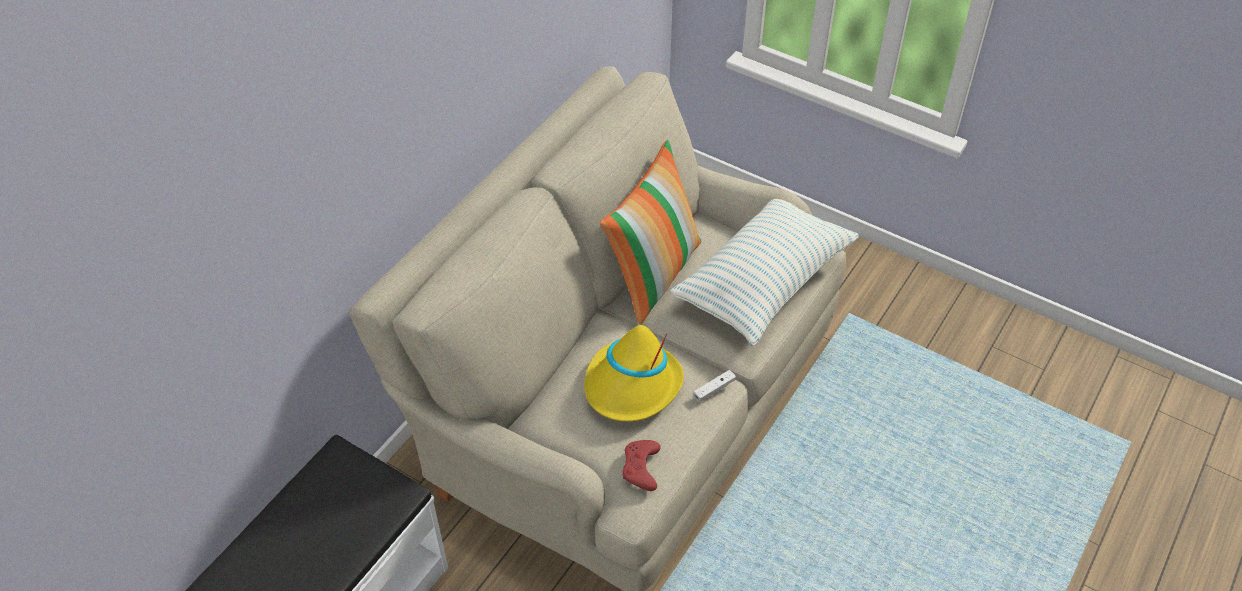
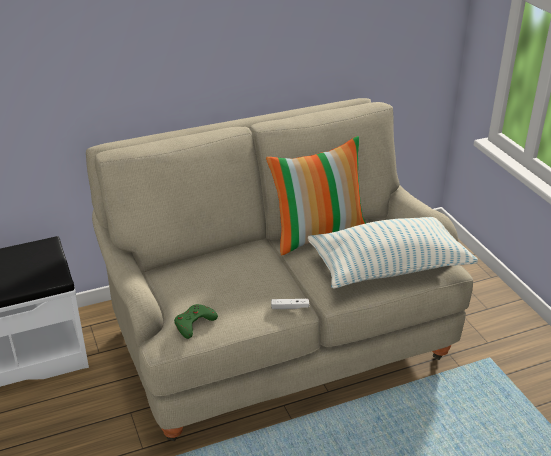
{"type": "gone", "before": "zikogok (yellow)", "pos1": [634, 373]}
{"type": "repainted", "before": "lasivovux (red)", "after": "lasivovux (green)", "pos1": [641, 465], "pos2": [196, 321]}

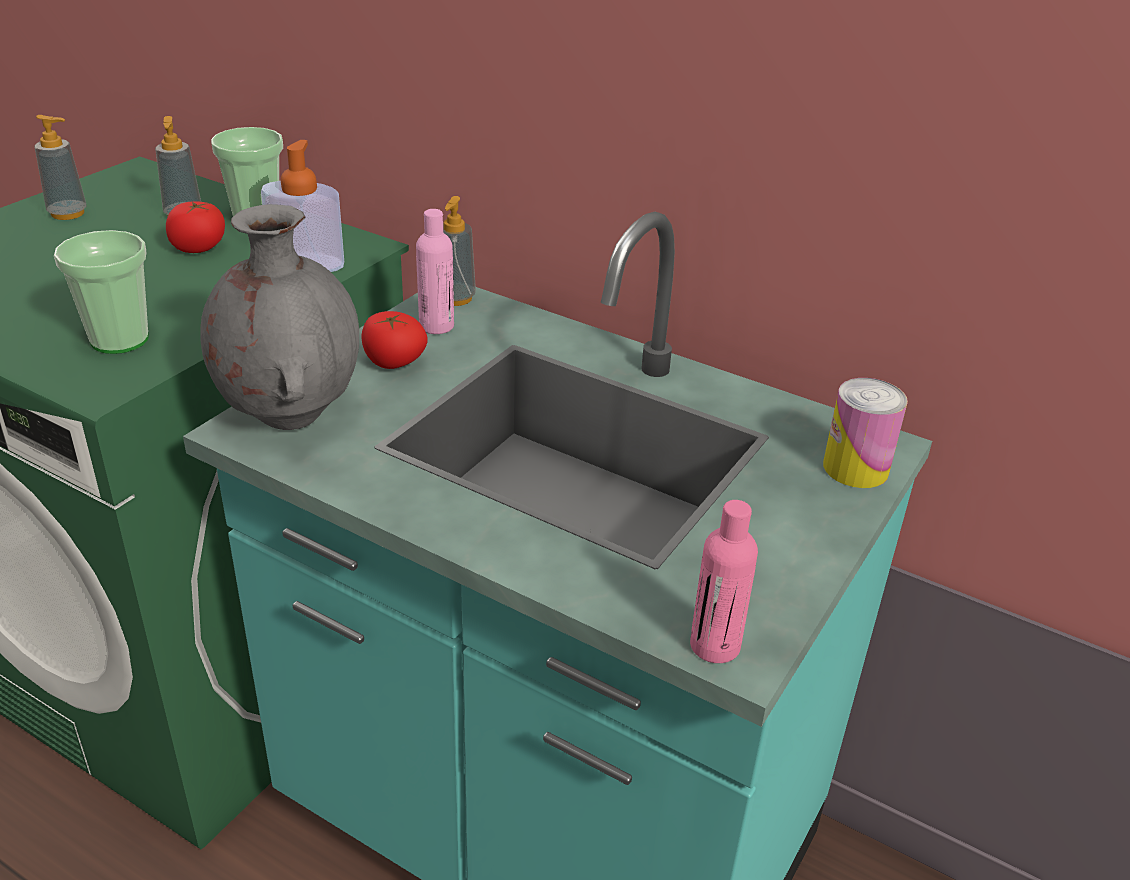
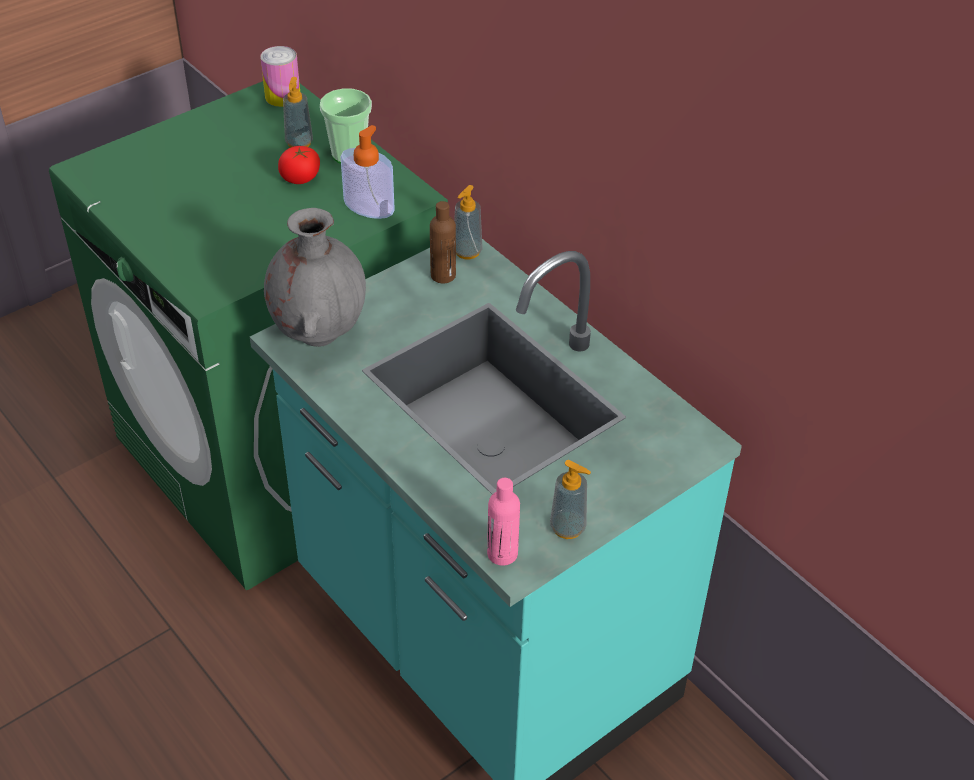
{"type": "gone", "before": "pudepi", "pos1": [101, 292]}
{"type": "gone", "before": "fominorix", "pos1": [394, 340]}
{"type": "shifted", "before": "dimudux", "pos1": [60, 167], "pos2": [570, 499]}
{"type": "shifted", "before": "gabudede", "pos1": [865, 433], "pos2": [280, 76]}
{"type": "repainted", "before": "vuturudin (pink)", "after": "vuturudin (brown)", "pos1": [435, 271], "pos2": [443, 242]}

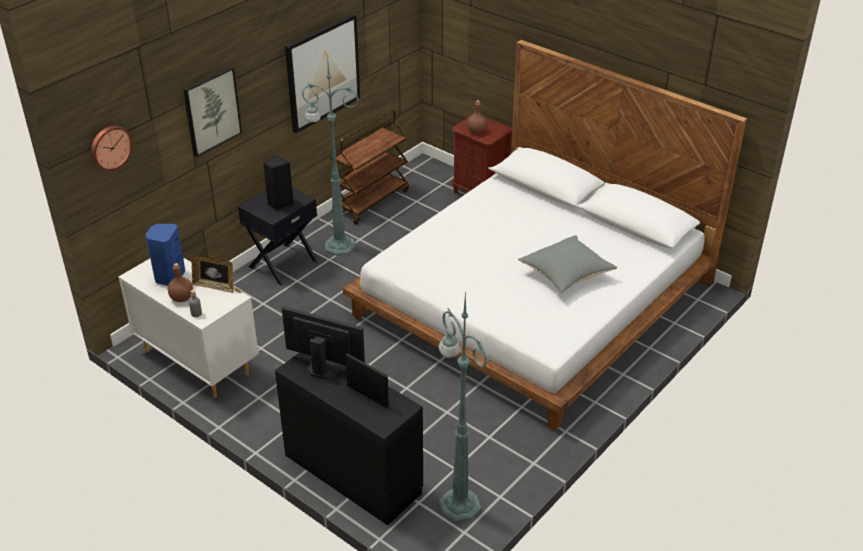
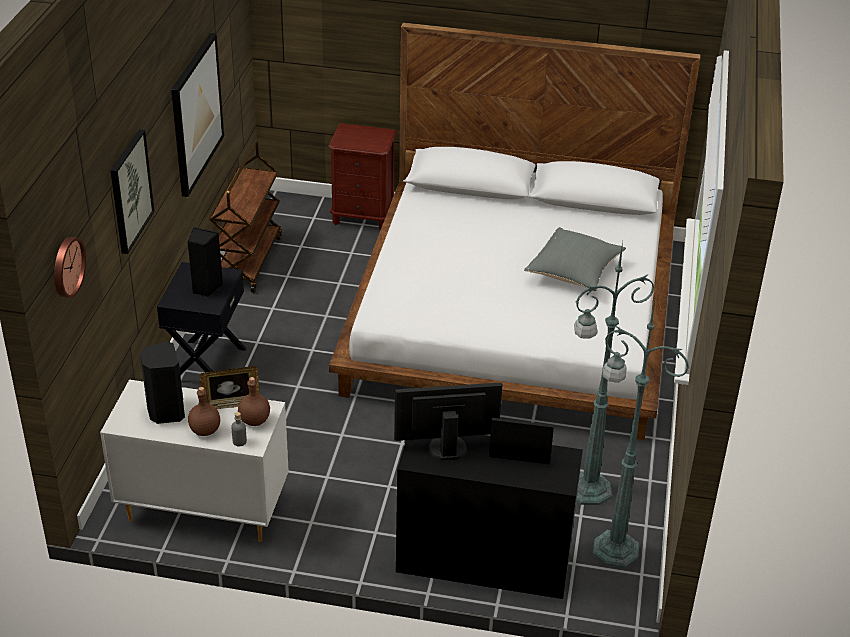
{"type": "shifted", "before": "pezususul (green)", "pos1": [330, 155], "pos2": [614, 373]}
{"type": "shifted", "before": "vuturudin (brown)", "pos1": [477, 117], "pos2": [254, 401]}
{"type": "repainted", "before": "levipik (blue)", "after": "levipik (black)", "pos1": [165, 255], "pos2": [162, 382]}

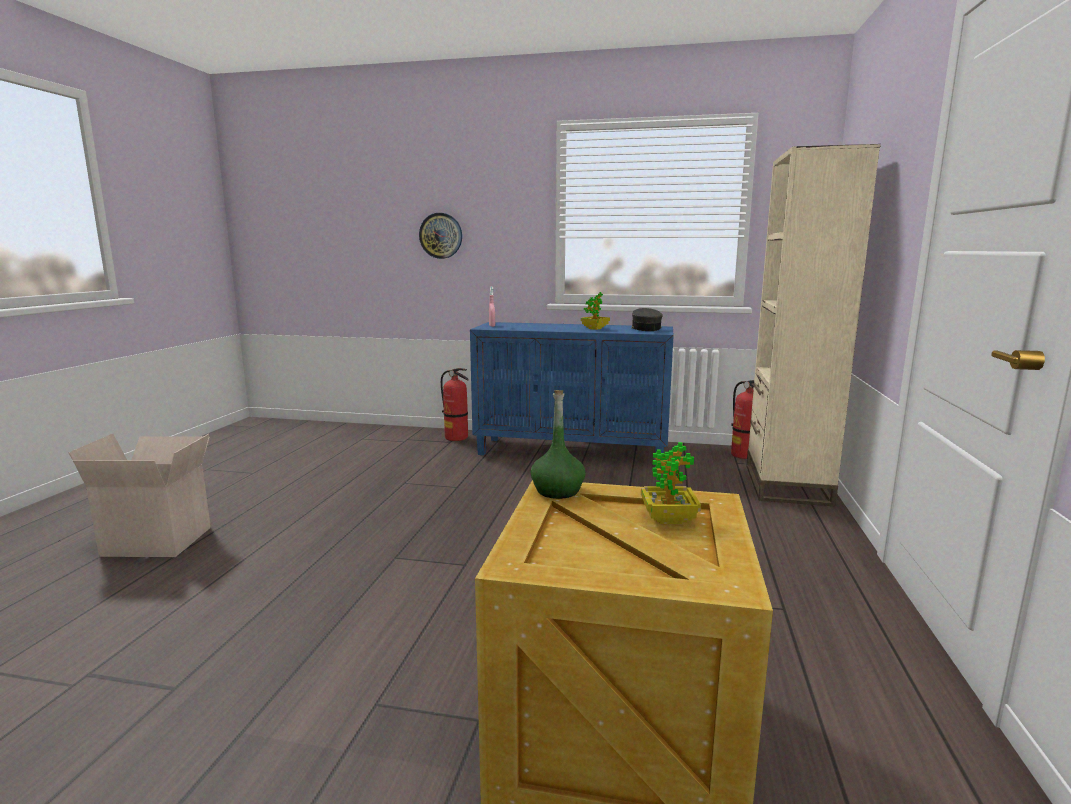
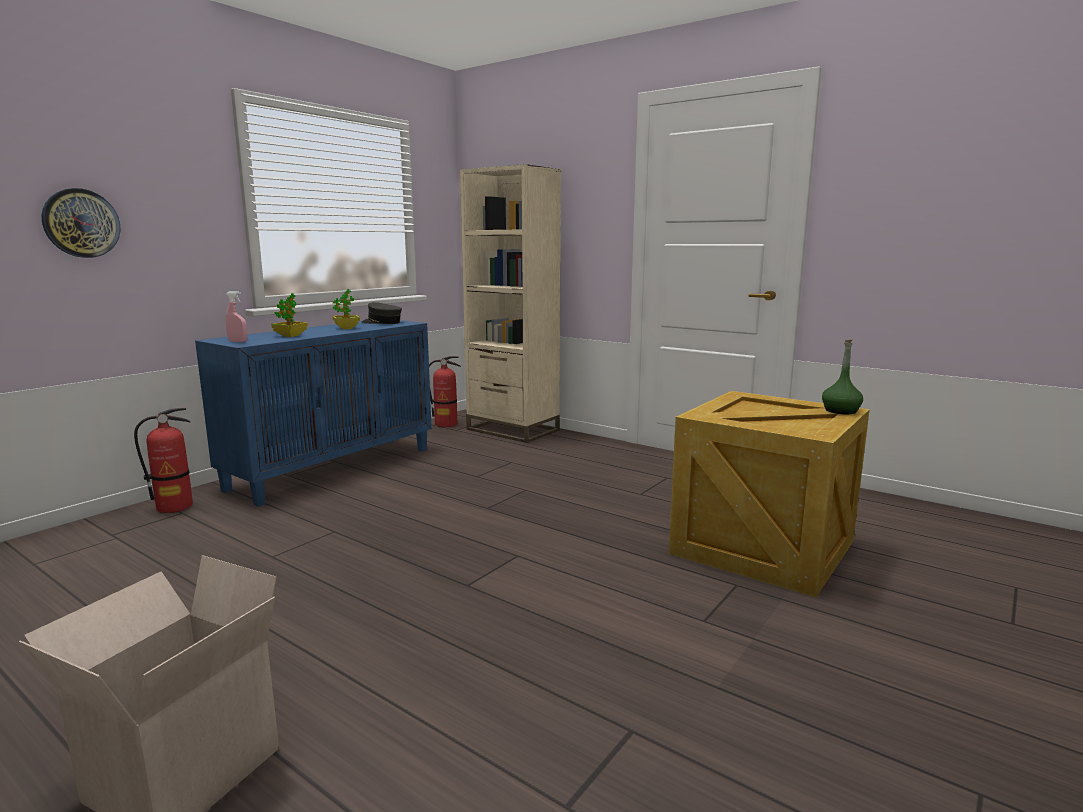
{"type": "shifted", "before": "vuturudin (green)", "pos1": [558, 444], "pos2": [842, 376]}
{"type": "shifted", "before": "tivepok", "pos1": [671, 483], "pos2": [289, 315]}

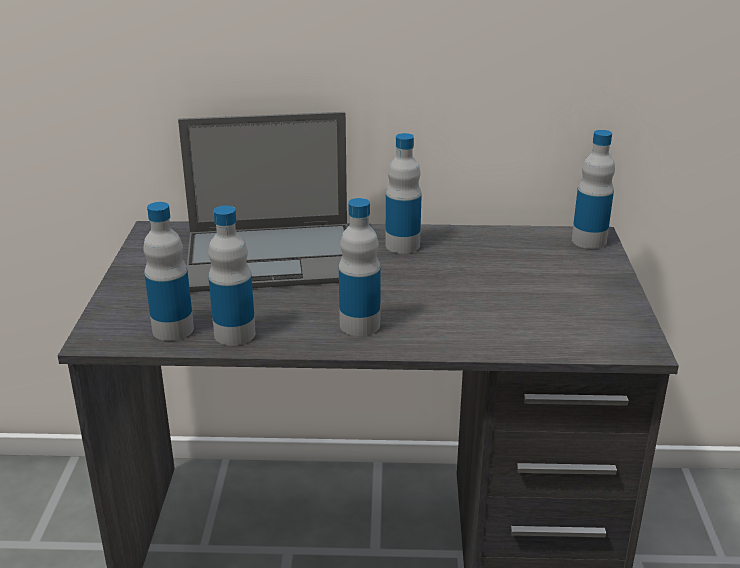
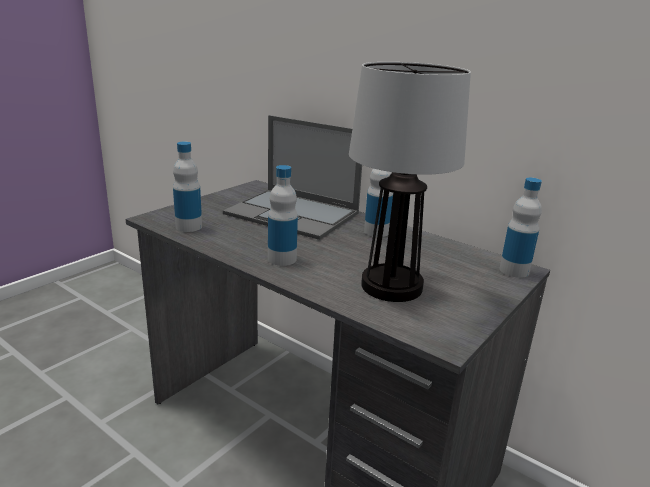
{"type": "gone", "before": "vuturudin", "pos1": [232, 276]}
{"type": "new", "after": "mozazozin", "pos2": [410, 182]}

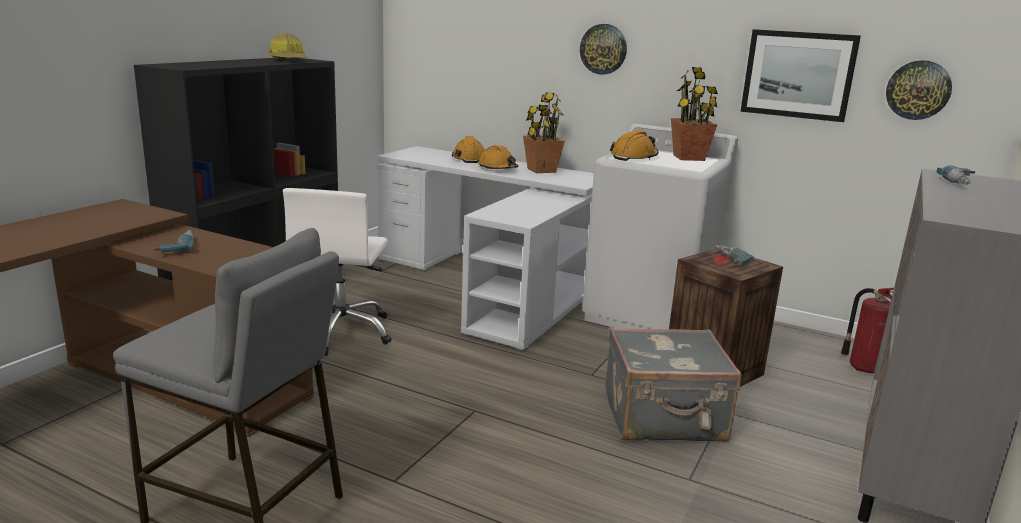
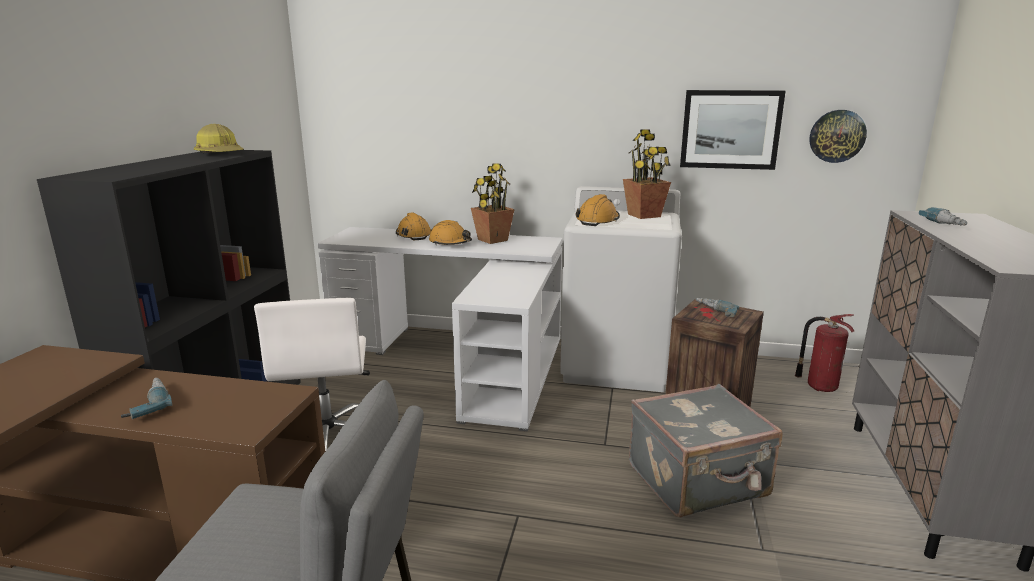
{"type": "gone", "before": "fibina", "pos1": [603, 49]}

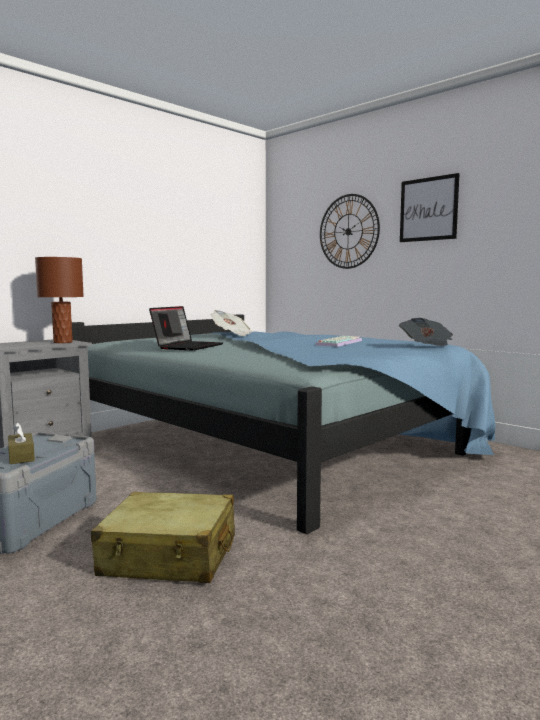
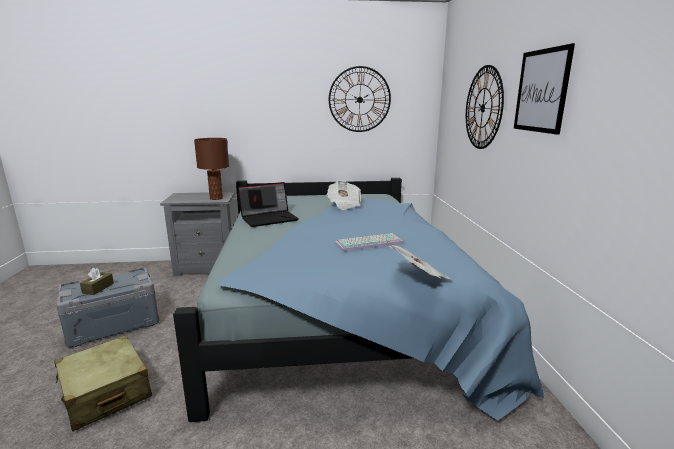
{"type": "new", "after": "fibina", "pos2": [360, 99]}

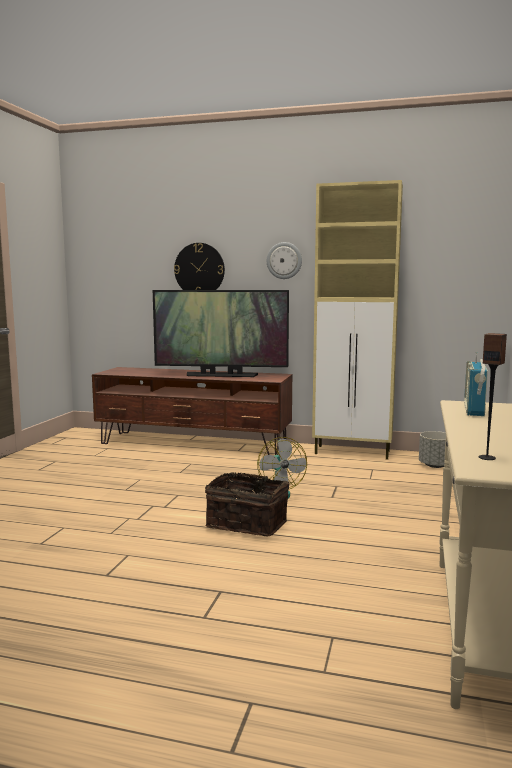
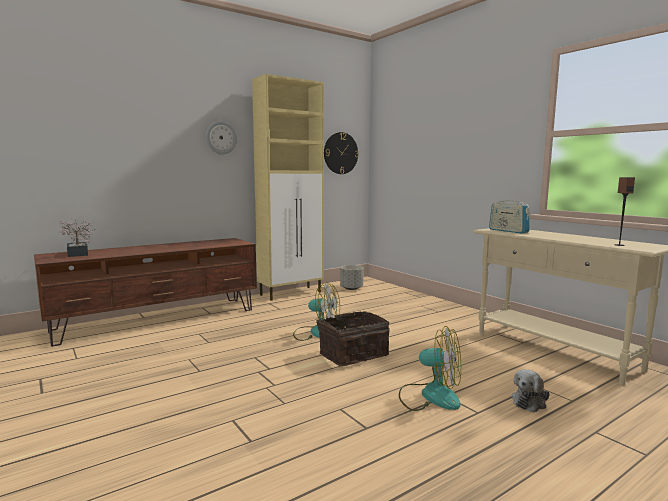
{"type": "gone", "before": "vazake", "pos1": [221, 333]}
{"type": "new", "after": "tivepok", "pos2": [77, 237]}
{"type": "new", "after": "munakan", "pos2": [430, 368]}
{"type": "new", "after": "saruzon", "pos2": [530, 390]}
{"type": "shifted", "before": "fibina", "pos1": [199, 266], "pos2": [341, 153]}

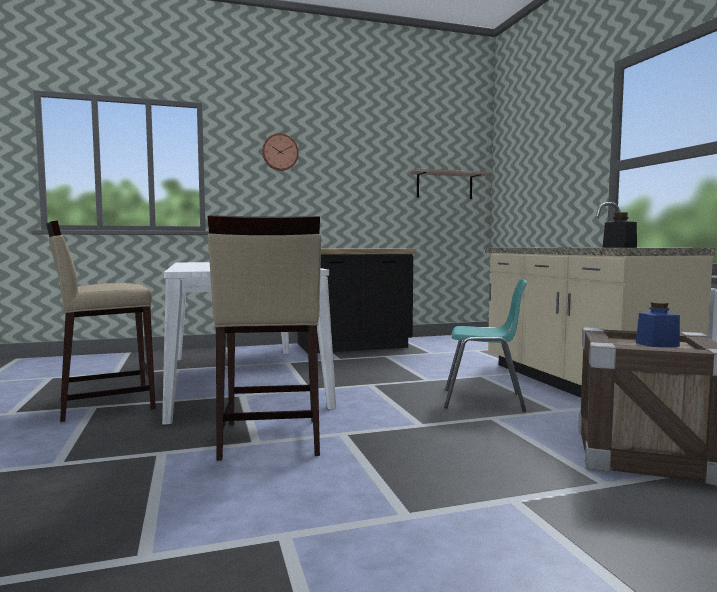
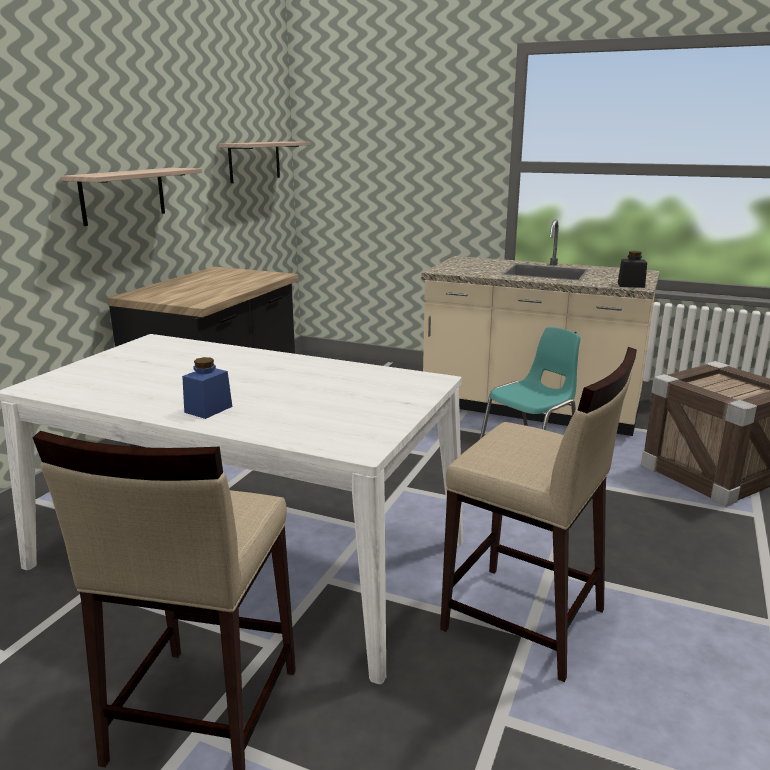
{"type": "gone", "before": "fibina", "pos1": [280, 152]}
{"type": "new", "after": "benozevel", "pos2": [131, 197]}
{"type": "shifted", "before": "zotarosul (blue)", "pos1": [658, 324], "pos2": [207, 388]}

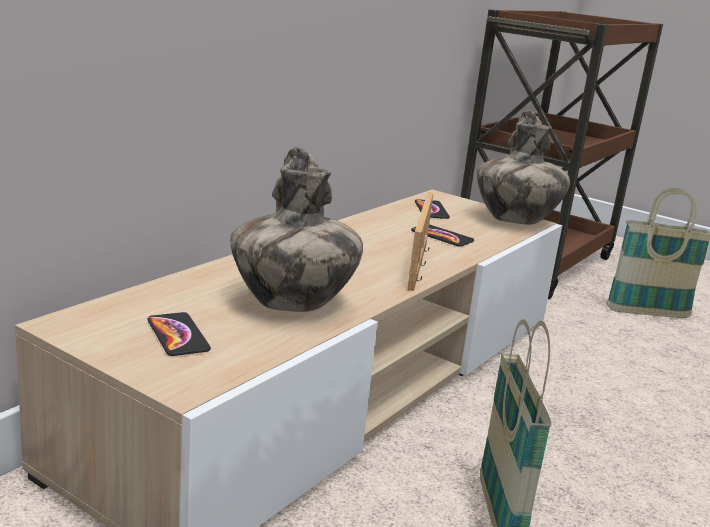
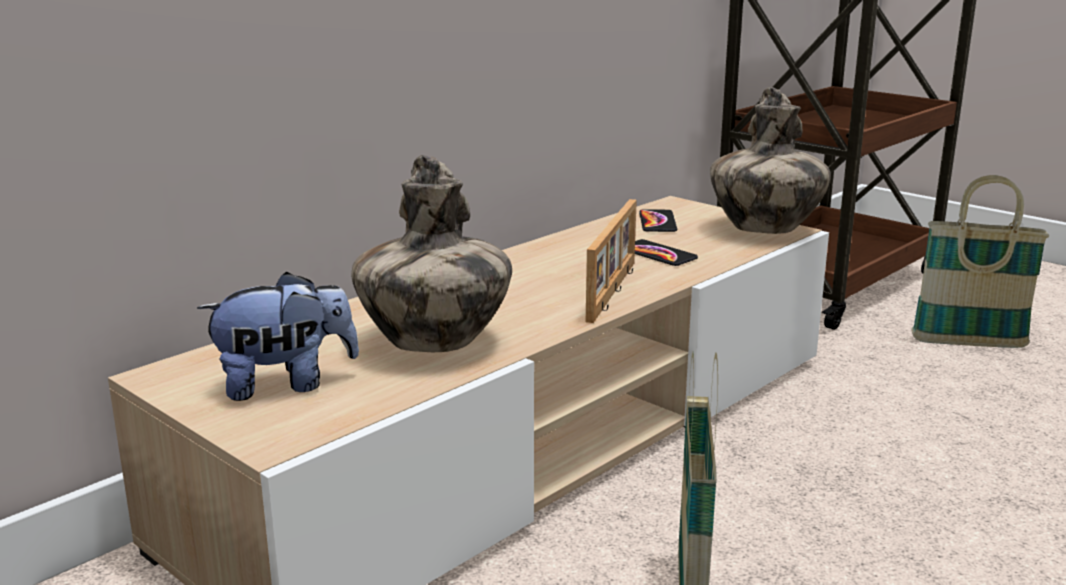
{"type": "swapped", "before": "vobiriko", "after": "saruzon", "pos1": [179, 334], "pos2": [278, 336]}

